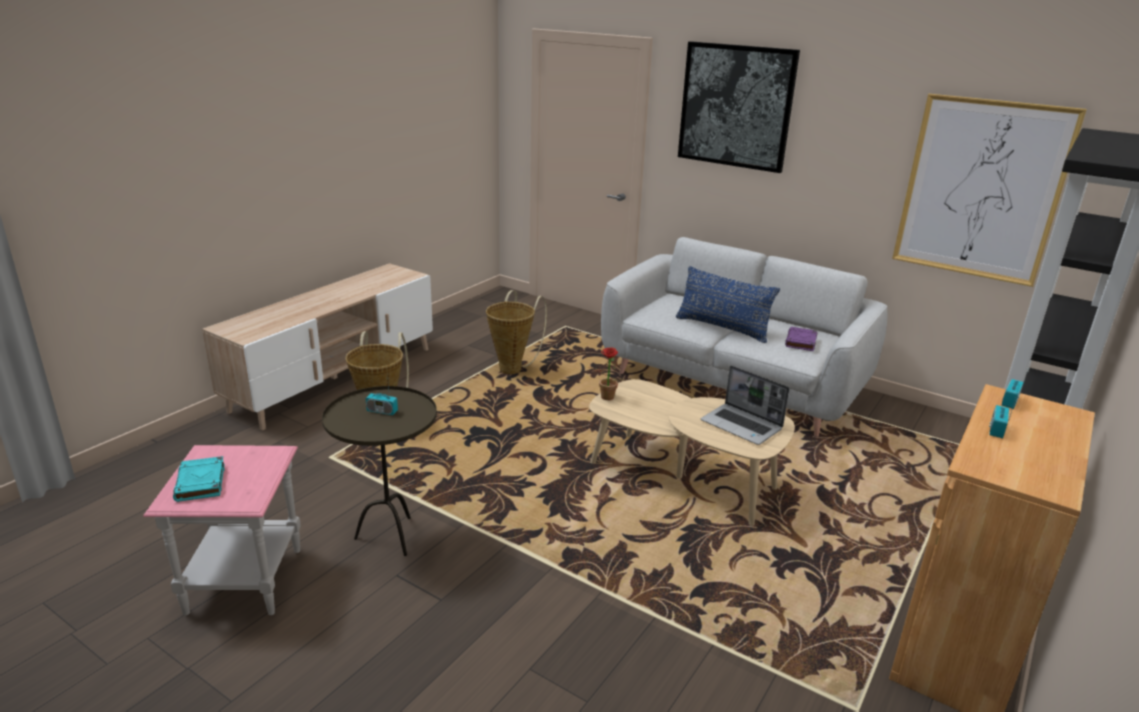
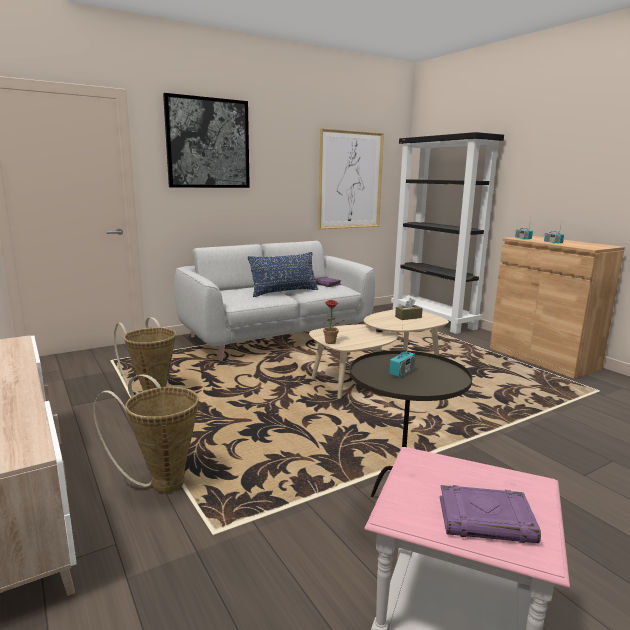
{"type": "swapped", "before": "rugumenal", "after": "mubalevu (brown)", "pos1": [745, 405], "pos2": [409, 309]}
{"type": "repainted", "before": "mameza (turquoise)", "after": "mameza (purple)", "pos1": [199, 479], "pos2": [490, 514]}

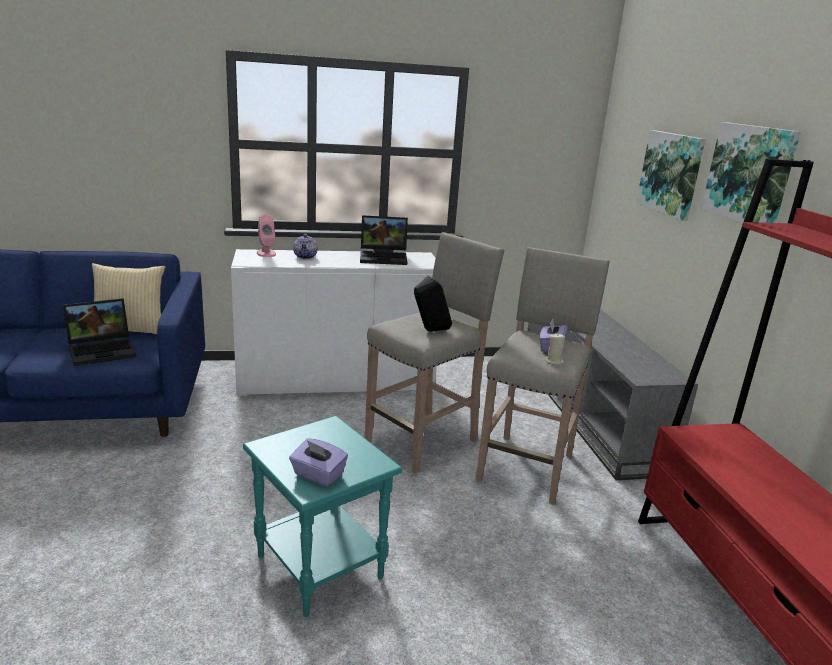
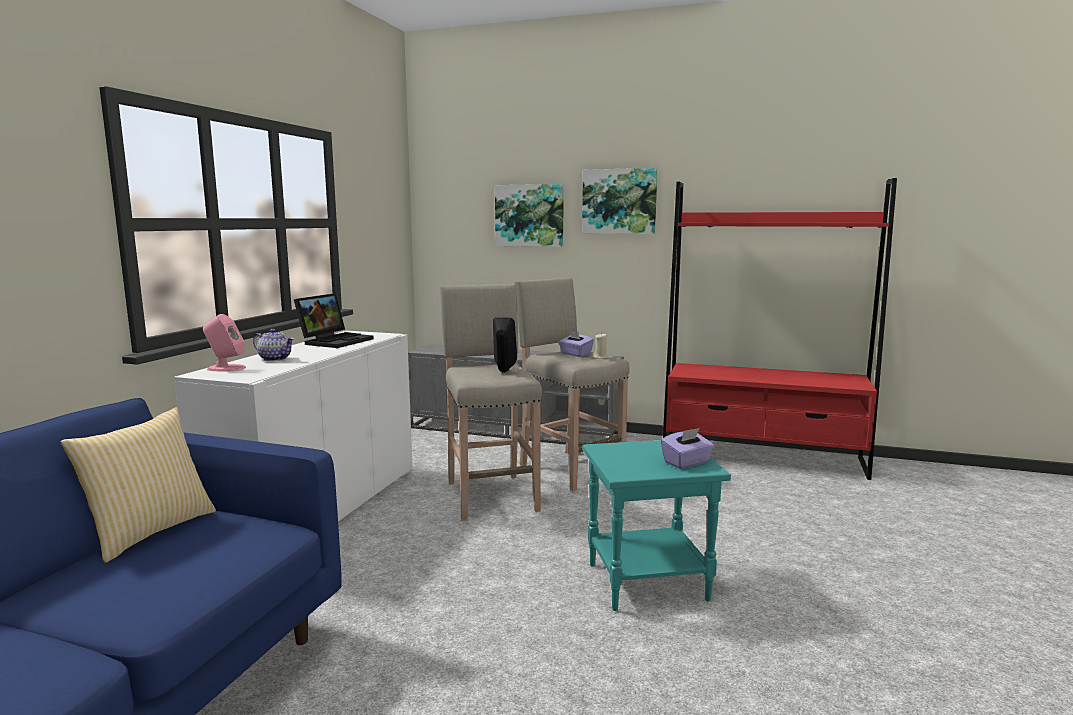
{"type": "gone", "before": "rugumenal", "pos1": [99, 332]}

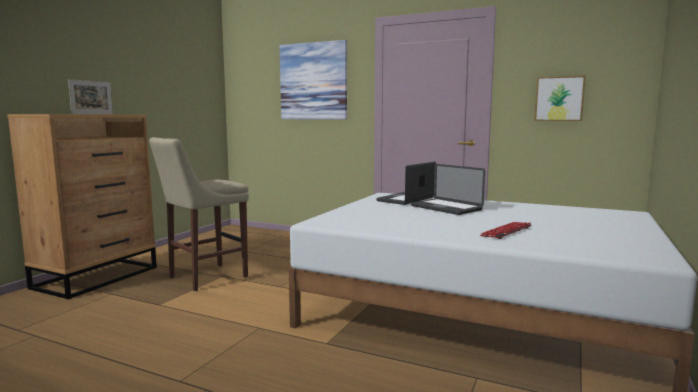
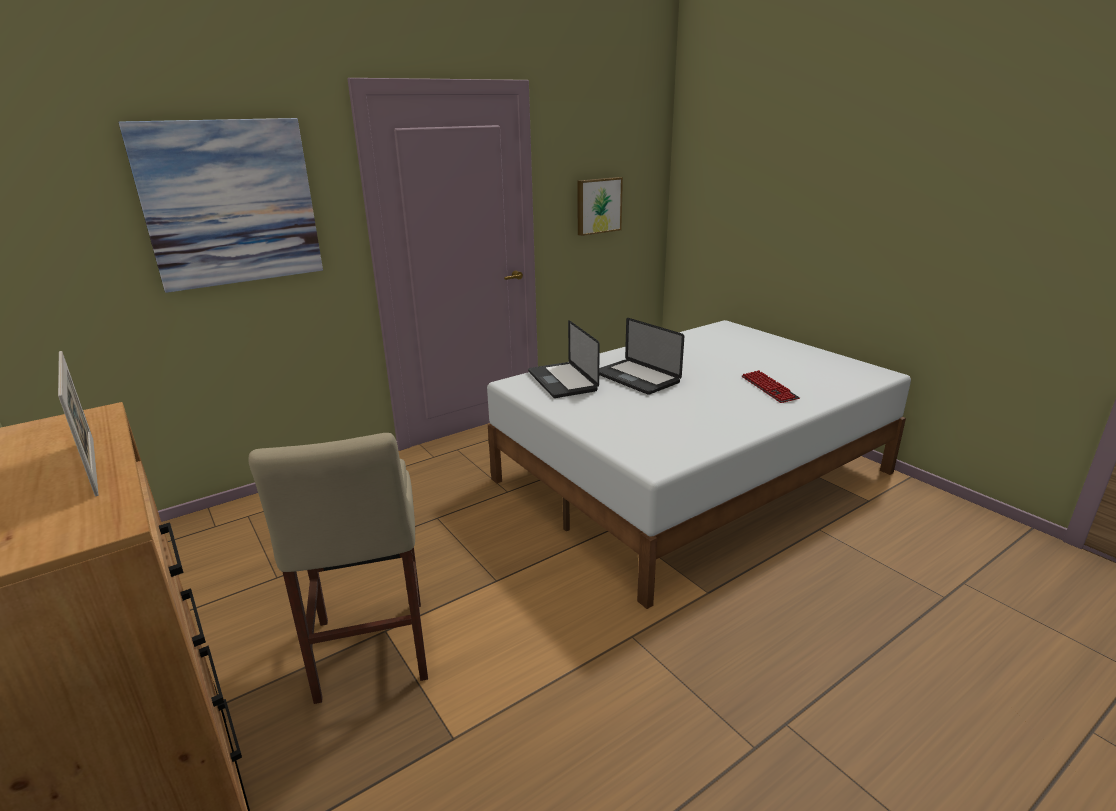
{"type": "rotated", "before": "rugumenal", "pos1": [448, 189], "pos2": [641, 356], "turn": 60}

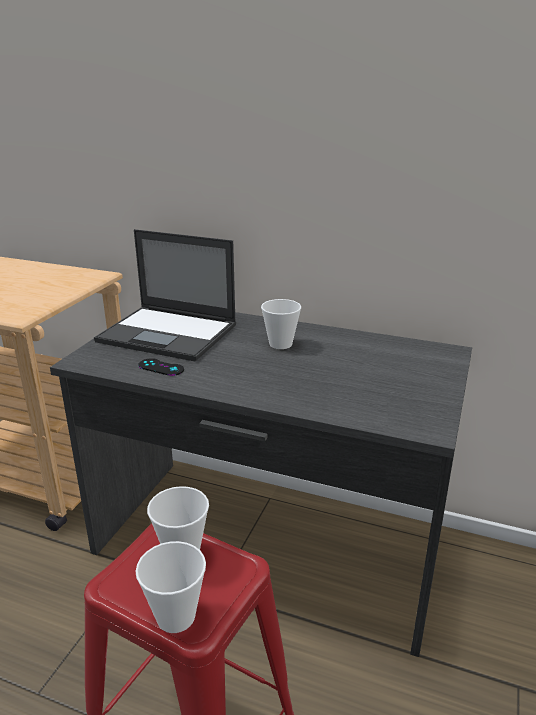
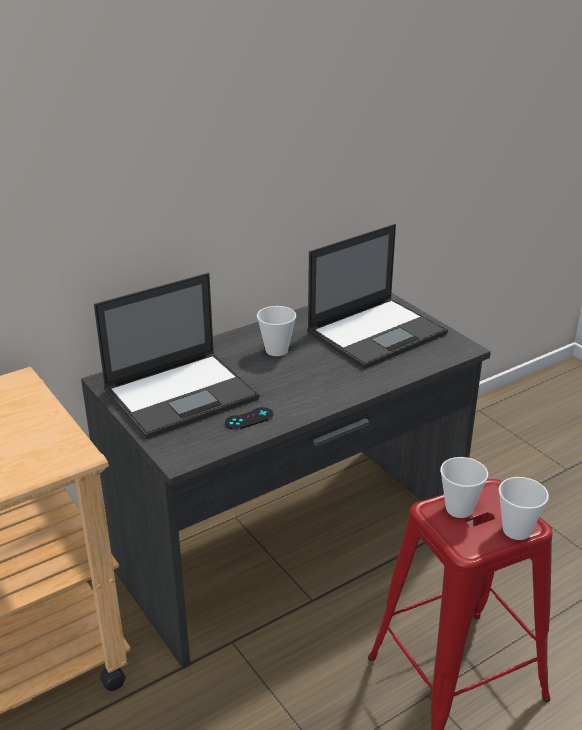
{"type": "new", "after": "rugumenal", "pos2": [377, 296]}

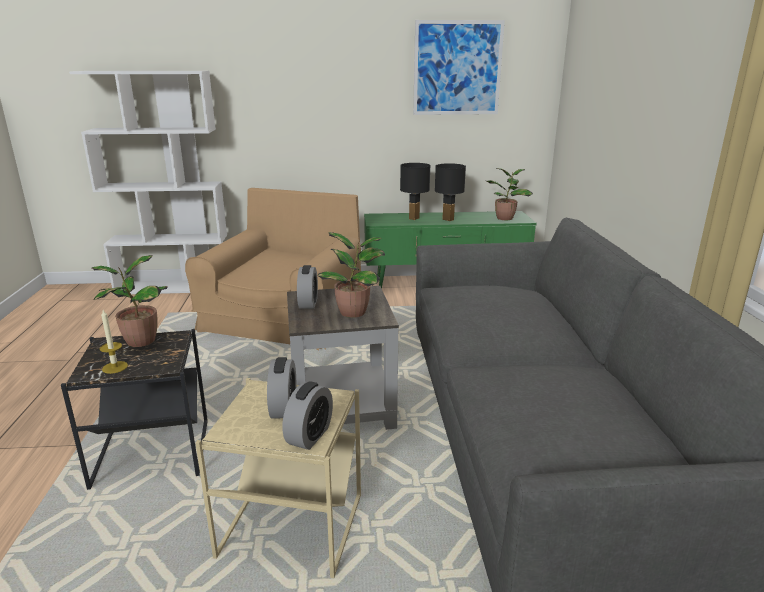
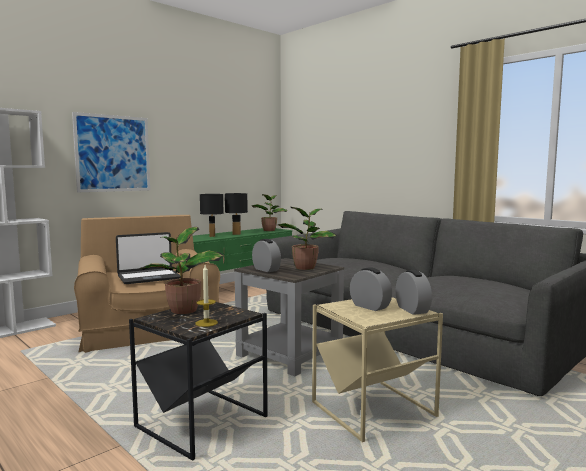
{"type": "new", "after": "rugumenal", "pos2": [148, 258]}
{"type": "shifted", "before": "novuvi", "pos1": [459, 67], "pos2": [111, 152]}

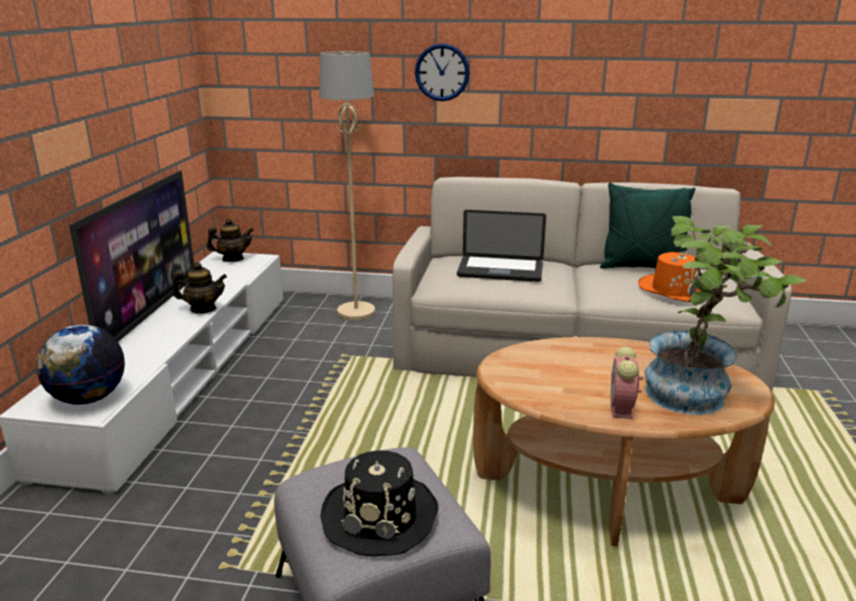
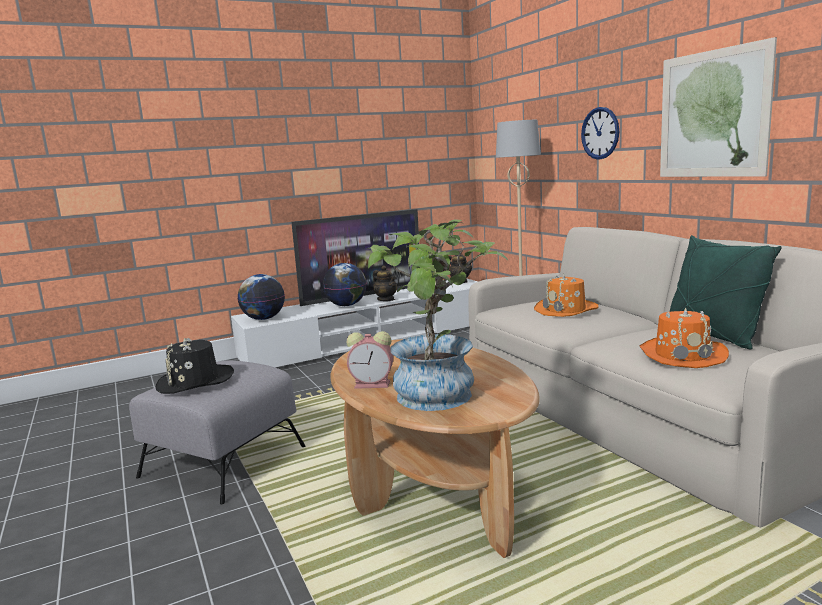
{"type": "new", "after": "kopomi", "pos2": [344, 284]}
{"type": "new", "after": "novuvi", "pos2": [718, 107]}
{"type": "swapped", "before": "rugumenal", "after": "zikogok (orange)", "pos1": [501, 246], "pos2": [566, 295]}
{"type": "rotated", "before": "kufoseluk", "pos1": [627, 383], "pos2": [370, 360], "turn": -150}

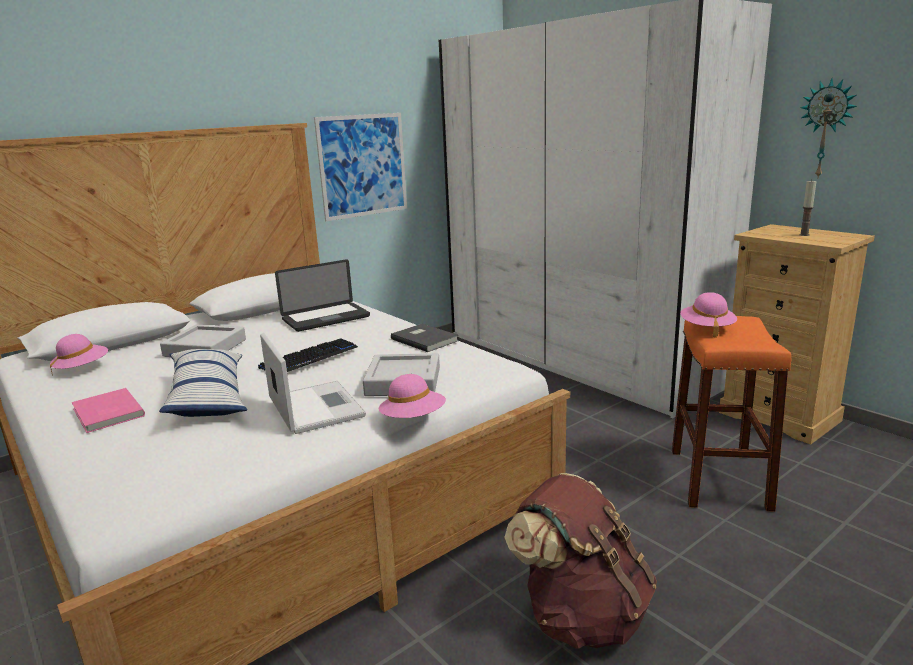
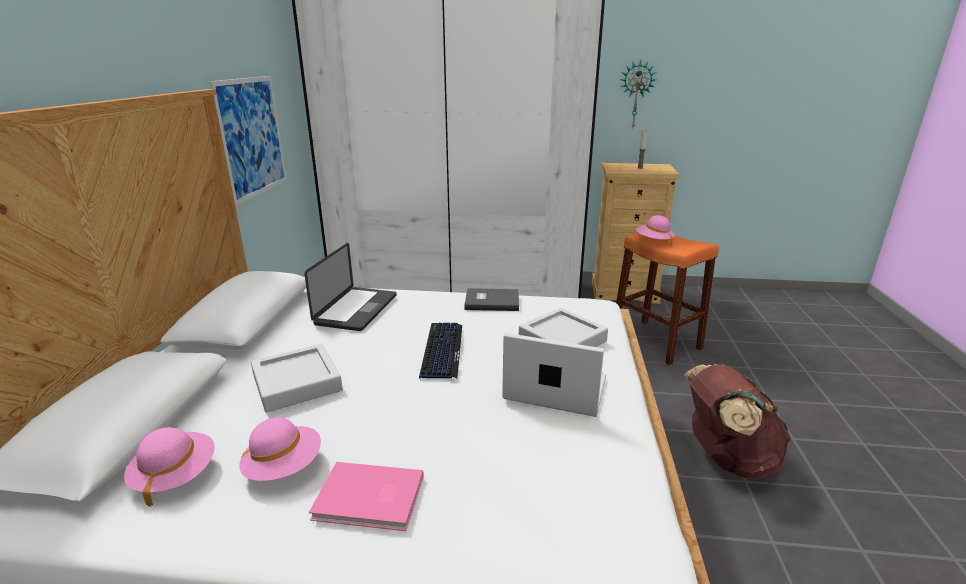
{"type": "gone", "before": "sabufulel", "pos1": [203, 383]}
{"type": "shifted", "before": "zikogok (pink)", "pos1": [412, 396], "pos2": [280, 449]}

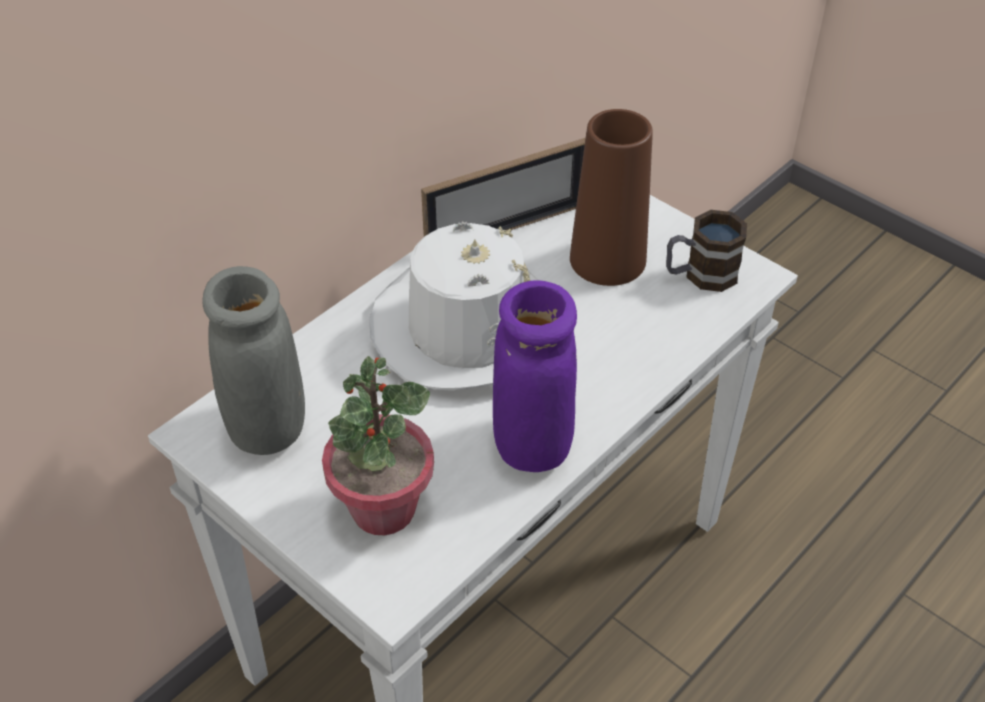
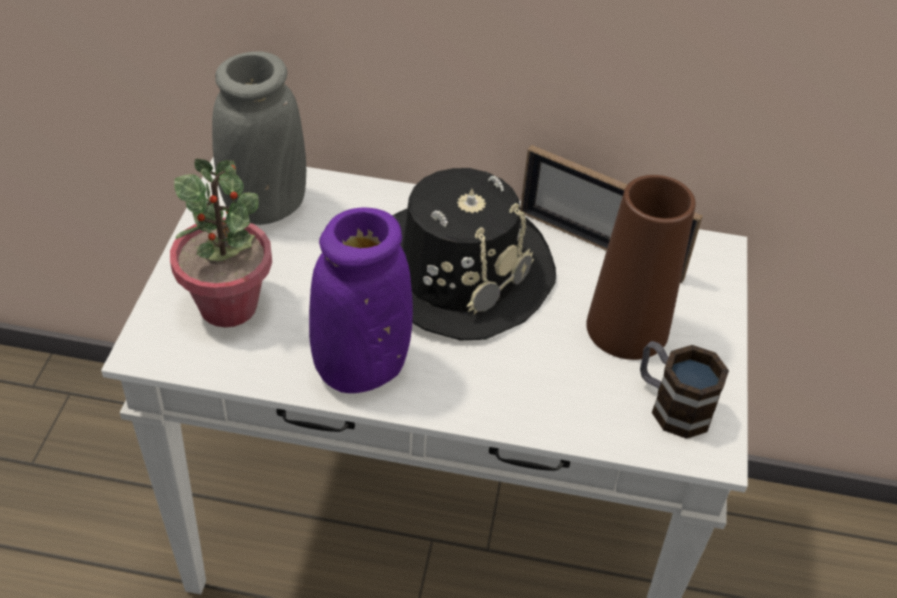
{"type": "repainted", "before": "zikogok (white)", "after": "zikogok (black)", "pos1": [453, 306], "pos2": [474, 254]}

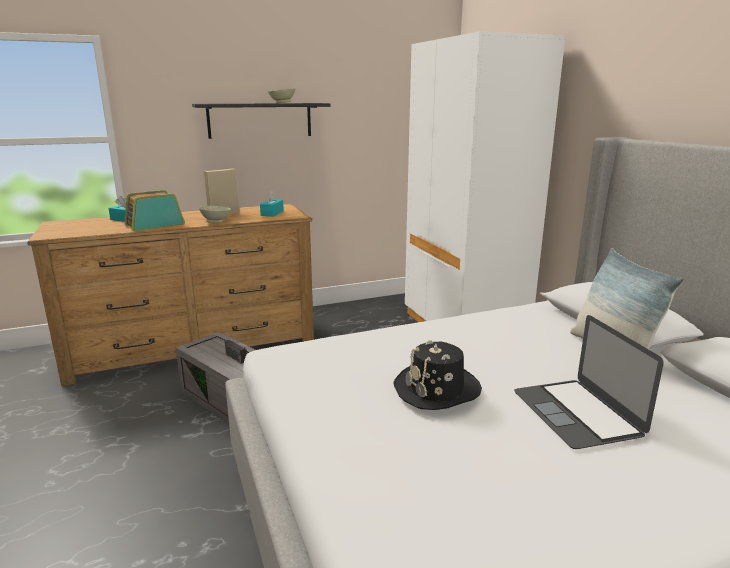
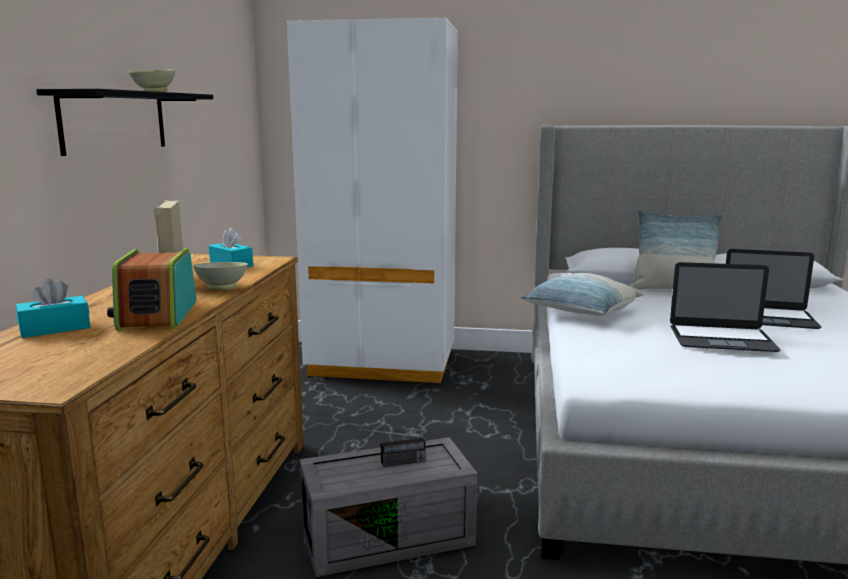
{"type": "new", "after": "sabufulel", "pos2": [582, 294]}
{"type": "swapped", "before": "zikogok (black)", "after": "rugumenal", "pos1": [437, 375], "pos2": [725, 307]}

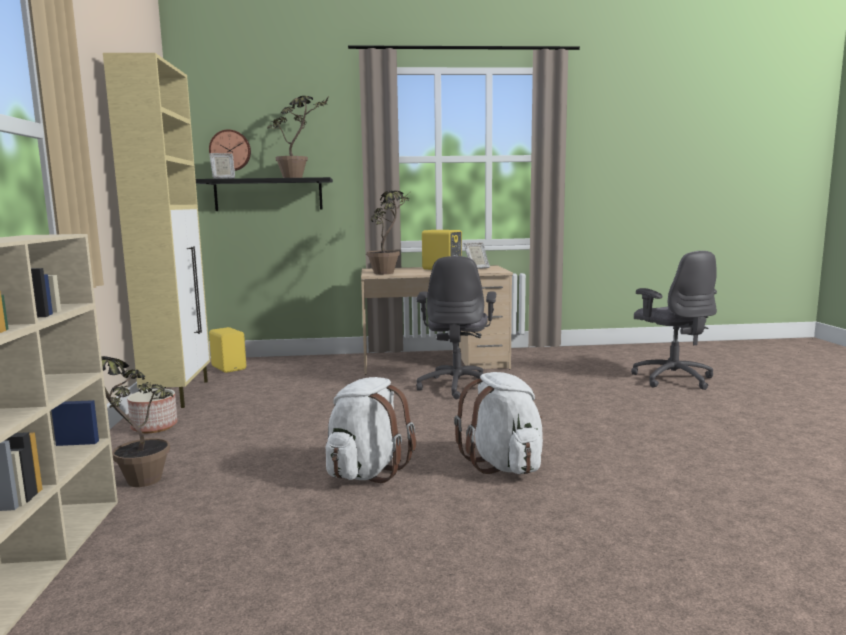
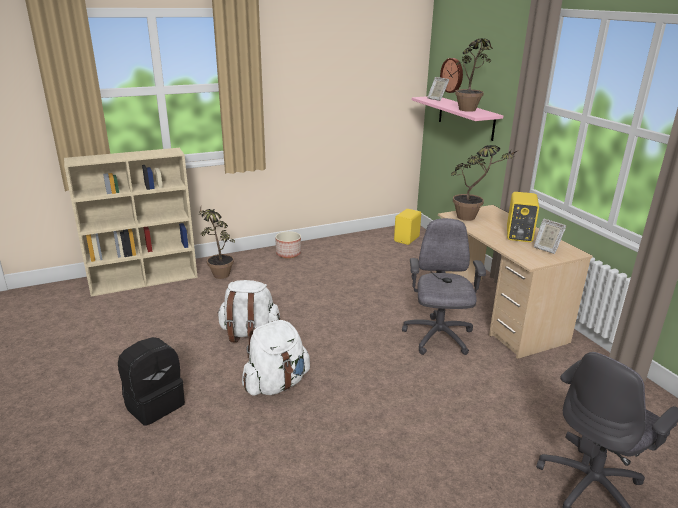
{"type": "gone", "before": "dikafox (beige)", "pos1": [156, 230]}
{"type": "new", "after": "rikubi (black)", "pos2": [151, 381]}
{"type": "repainted", "before": "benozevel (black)", "after": "benozevel (pink)", "pos1": [264, 194], "pos2": [457, 118]}
{"type": "rotated", "before": "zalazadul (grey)", "pos1": [456, 327], "pos2": [444, 286], "turn": 105}

